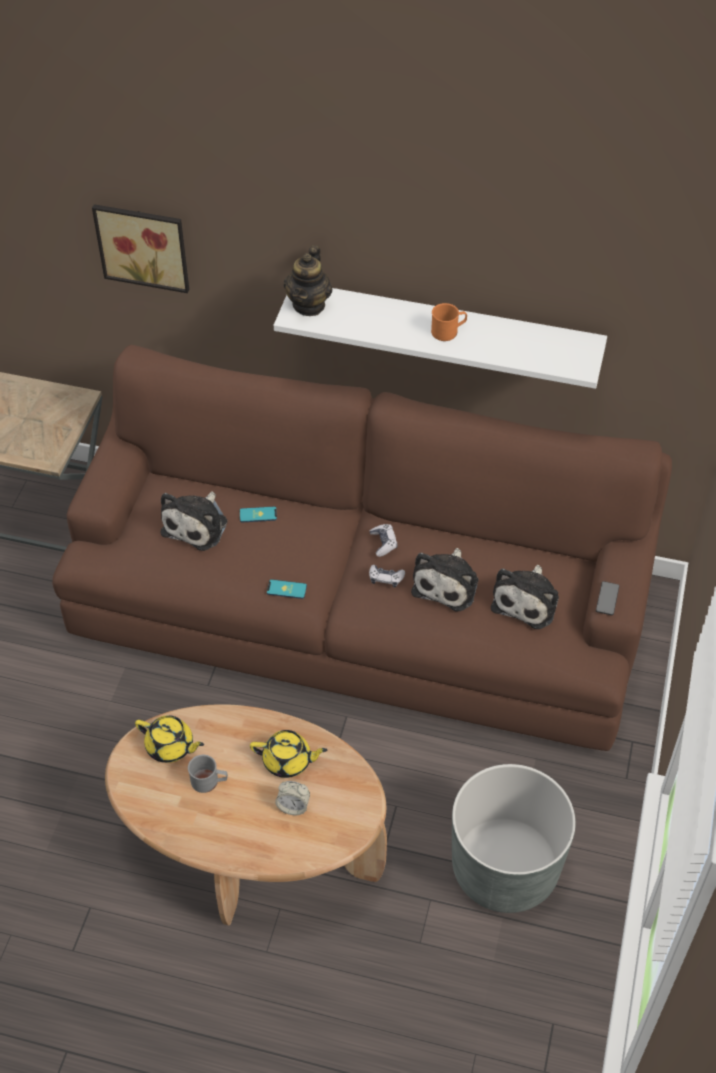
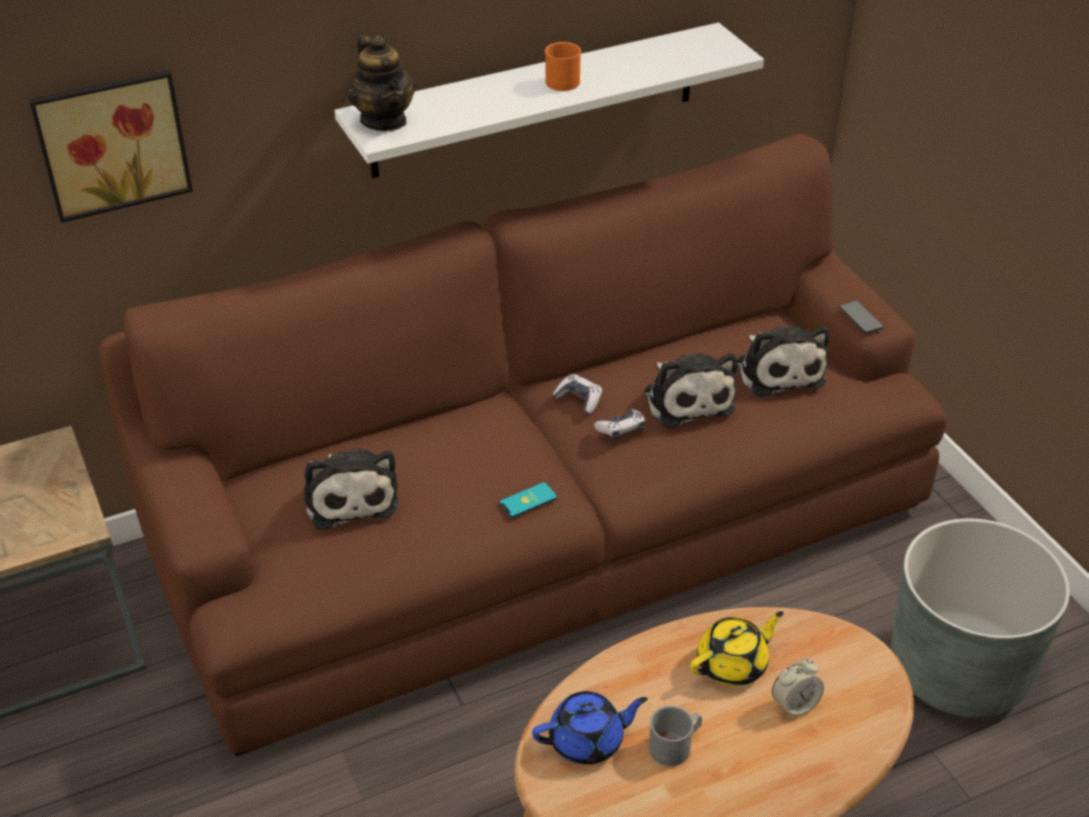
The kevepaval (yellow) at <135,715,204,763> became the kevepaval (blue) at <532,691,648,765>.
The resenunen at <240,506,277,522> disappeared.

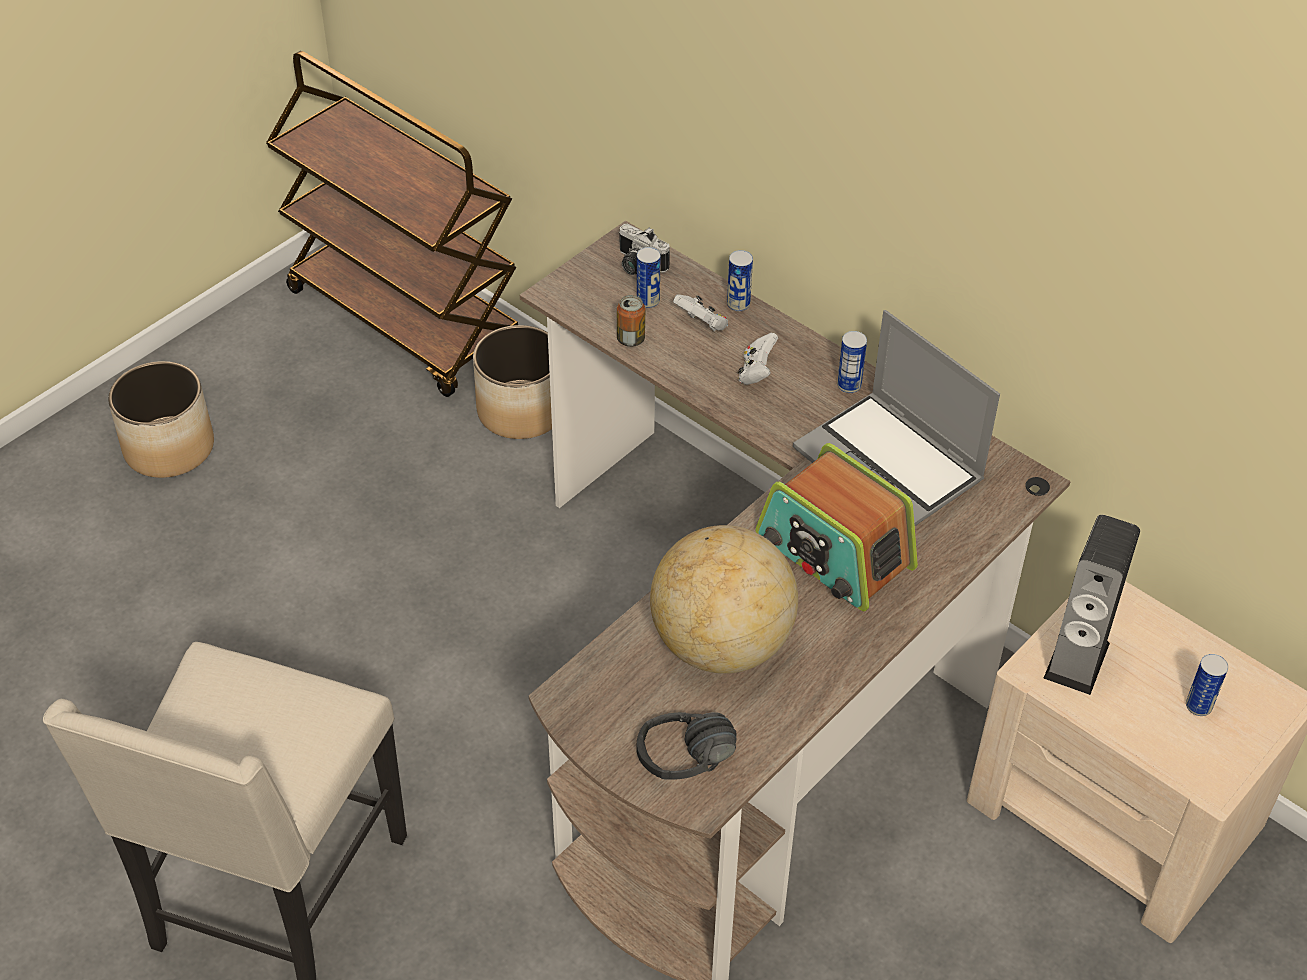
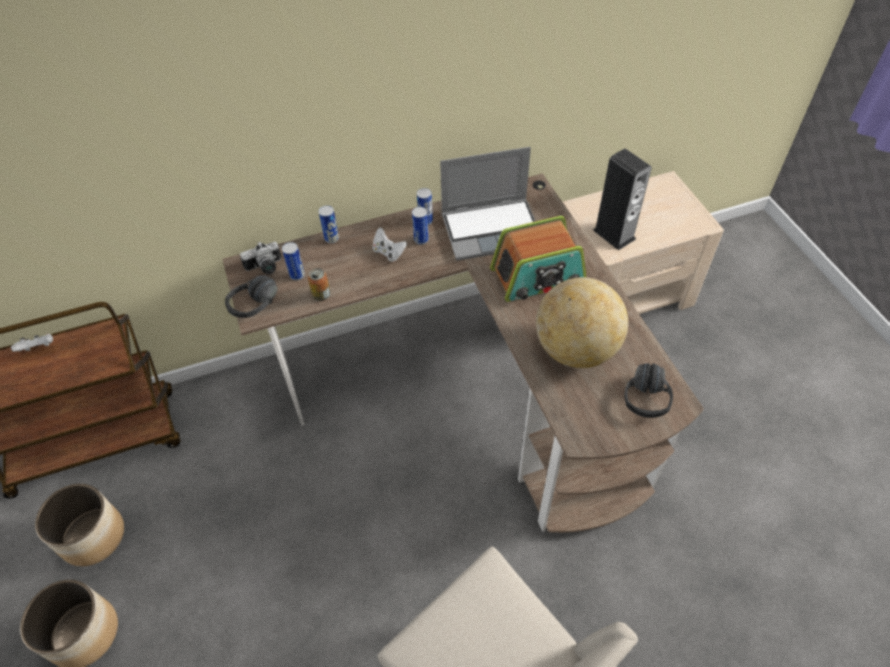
The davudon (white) moved from <673,294,728,331> to <11,334,53,352>.
The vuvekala moved from <473,325,552,439> to <35,484,124,566>.
The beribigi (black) at <225,275,278,318> appeared.
The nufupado moved from <1186,654,1228,716> to <412,207,429,245>.

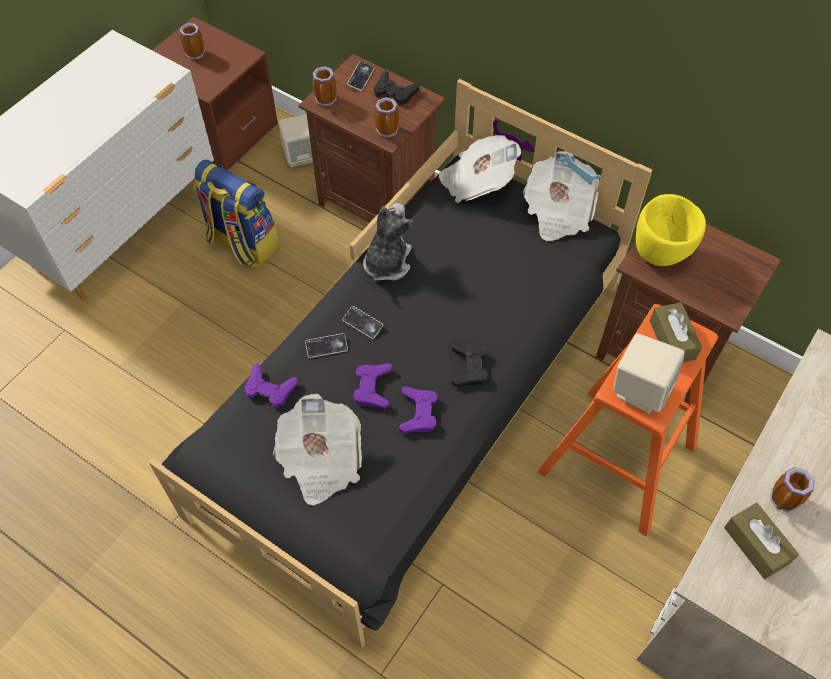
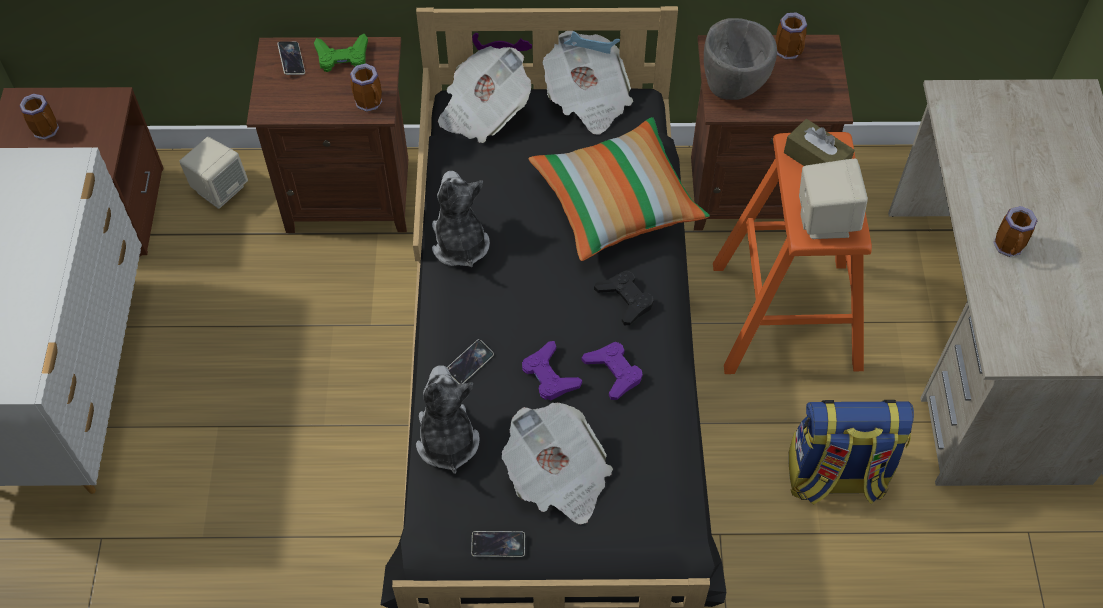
The davudon (black) at <374,70,420,106> became the davudon (green) at <314,34,368,72>.
The davudon (purple) at <244,363,298,408> was replaced by the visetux at <416,365,480,474>.
The resenunen moved from <342,306,383,339> to <471,531,525,557>.
The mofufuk at <529,117,710,261> appeared.
The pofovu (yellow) at <636,194,706,266> became the pofovu (grey) at <704,18,777,100>.
The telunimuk moved from <312,66,337,106> to <776,12,807,60>.
The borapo moved from <194,160,279,268> to <789,400,914,505>.
The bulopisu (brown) at <724,503,799,579> disappeared.

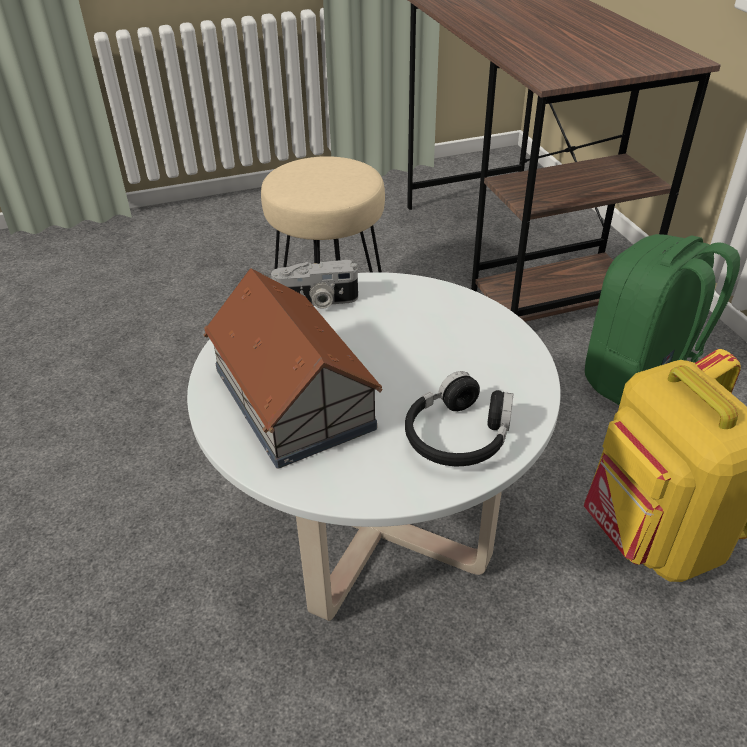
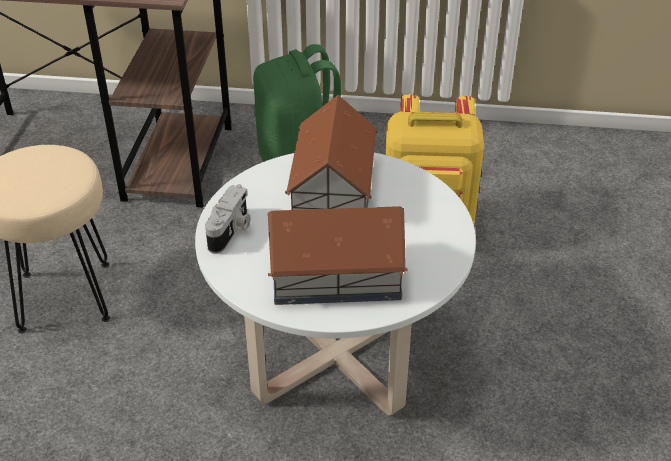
The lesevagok at <285,95,378,210> appeared.
The beribigi (black) at <405,371,513,466> disappeared.

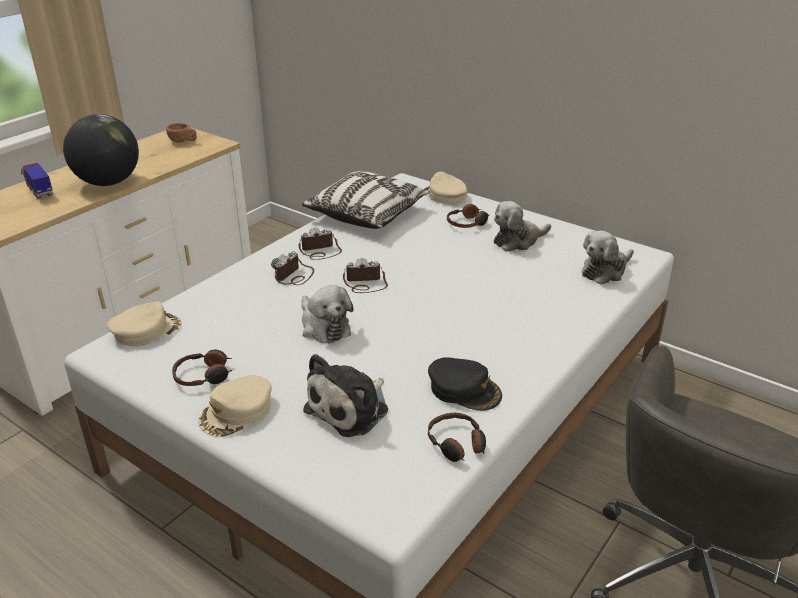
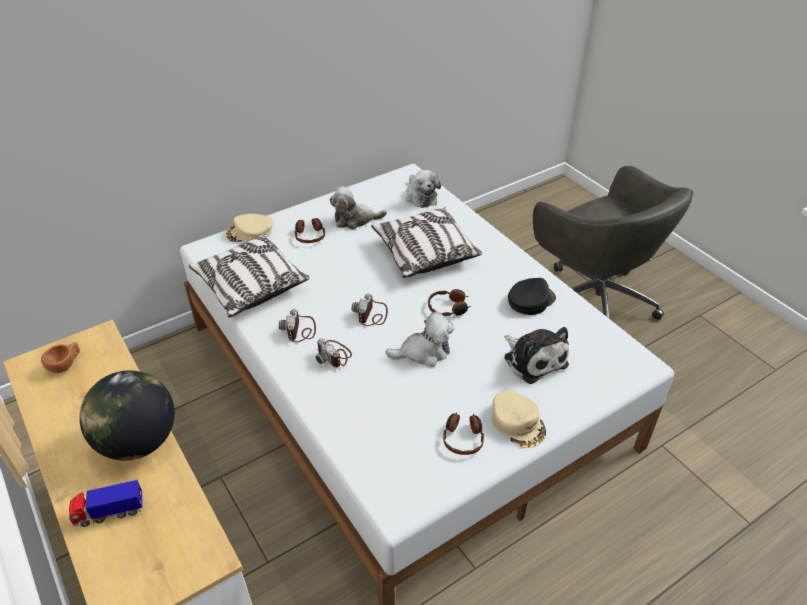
The visetux at <494,201,551,252> turned 90 degrees clockwise.
The mofufuk at <371,207,483,278> appeared.
The beribigi moved from <428,413,486,462> to <428,289,471,316>.
The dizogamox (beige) at <107,302,182,346> disappeared.

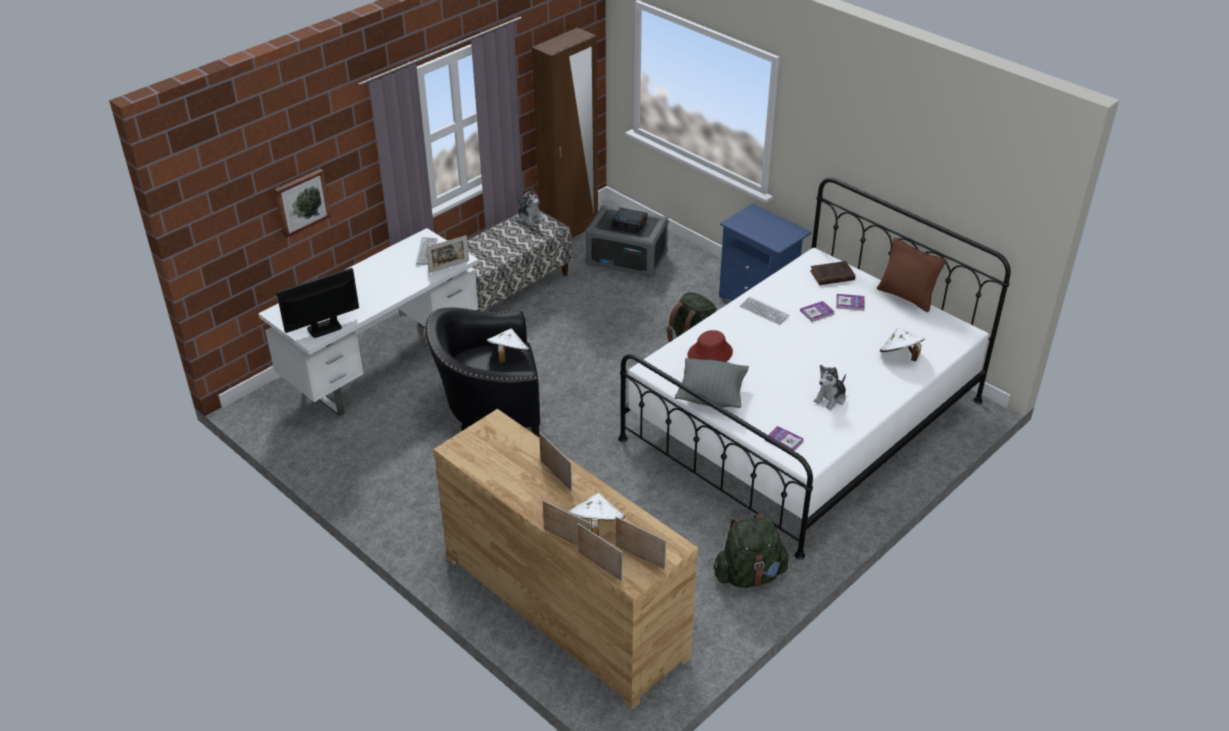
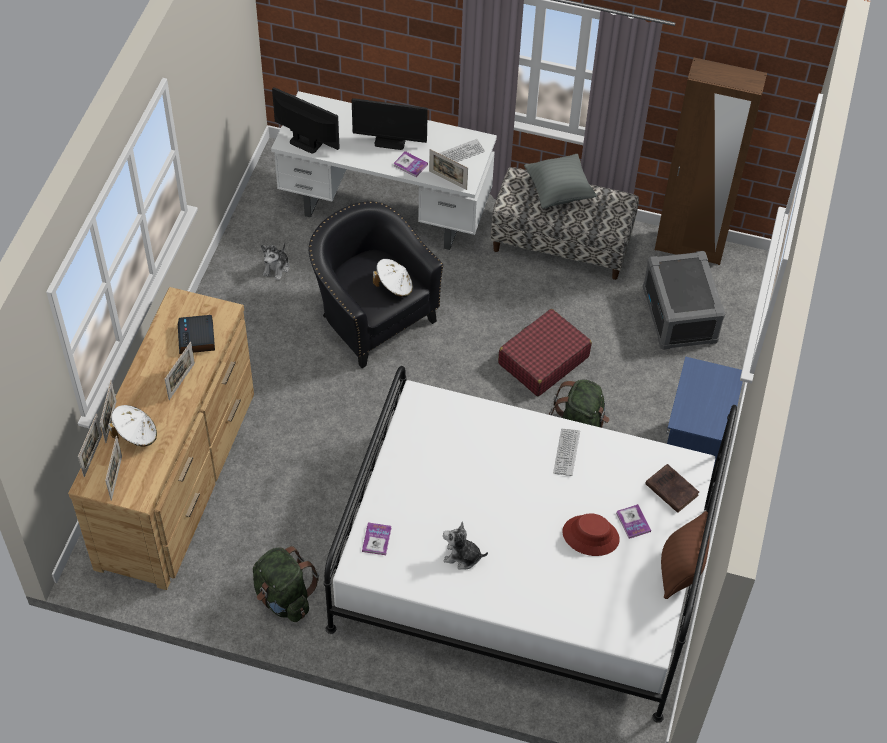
The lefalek moved from <611,207,647,234> to <178,315,215,354>.
The visetux moved from <518,187,544,226> to <261,243,290,280>.
The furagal at <352,98,428,150> appeared.
The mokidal moved from <800,301,835,322> to <393,151,428,177>.
The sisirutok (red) at <498,309,592,396> appeared.
The mofufuk (grey) moved from <675,358,749,408> to <524,154,597,209>.
The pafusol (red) moved from <688,330,733,362> to <562,513,620,556>.
The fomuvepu at <274,169,331,238> disappeared.
The pafusol (white) at <880,328,925,361> disappeared.

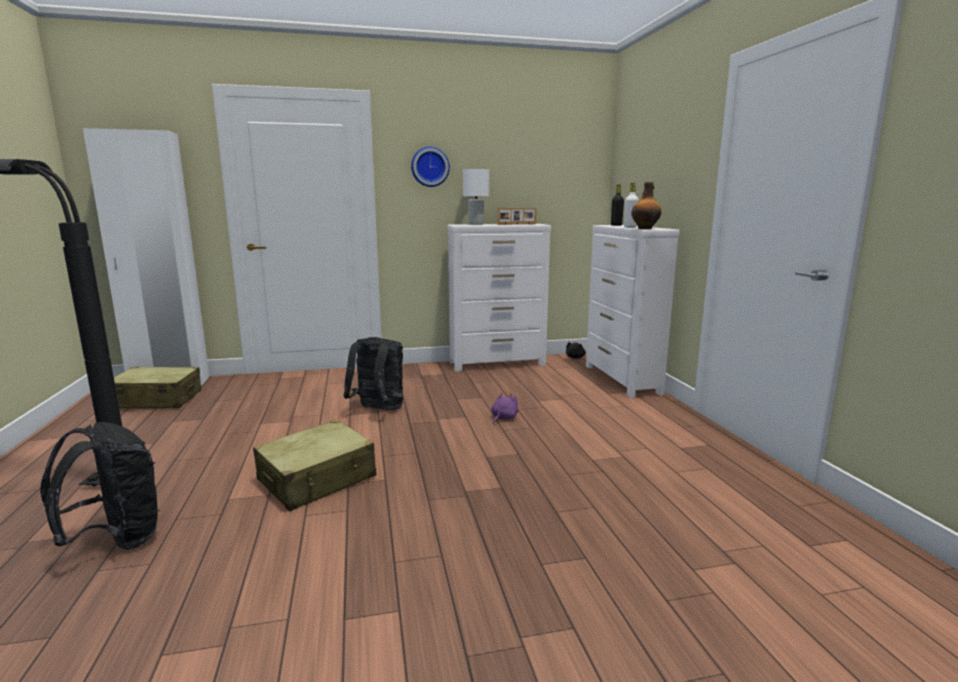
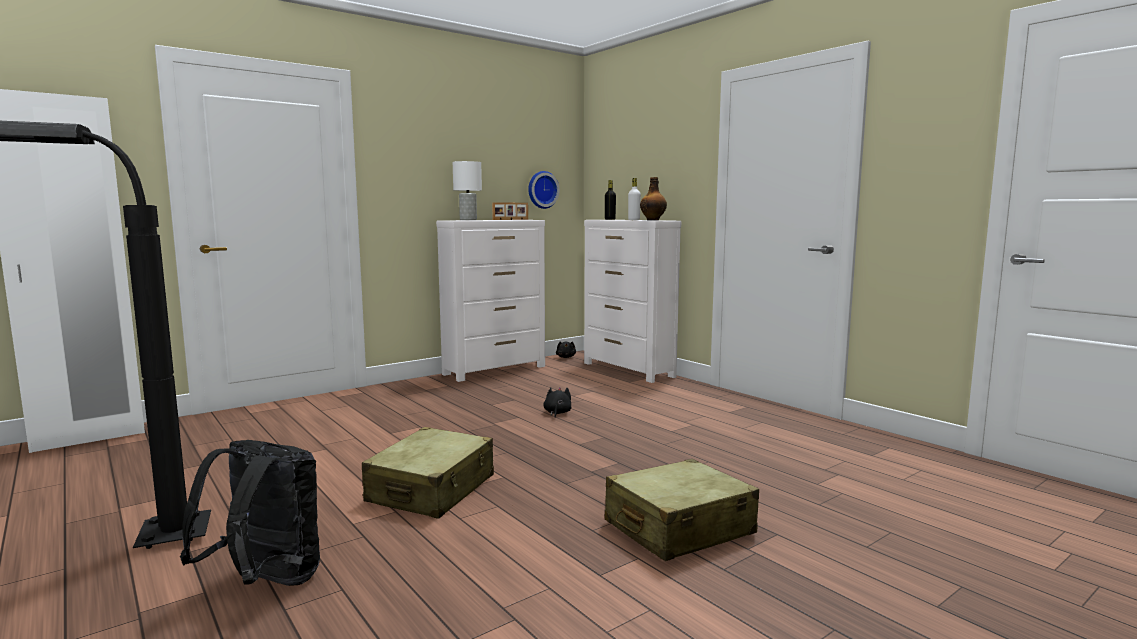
The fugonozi moved from <411,147,450,187> to <528,171,560,209>.
The visetux (purple) at <491,393,518,423> became the visetux (black) at <543,387,571,417>.
The sisirutok (beige) moved from <114,367,201,409> to <605,459,759,561>.
The borapo (black) at <343,337,403,410> disappeared.

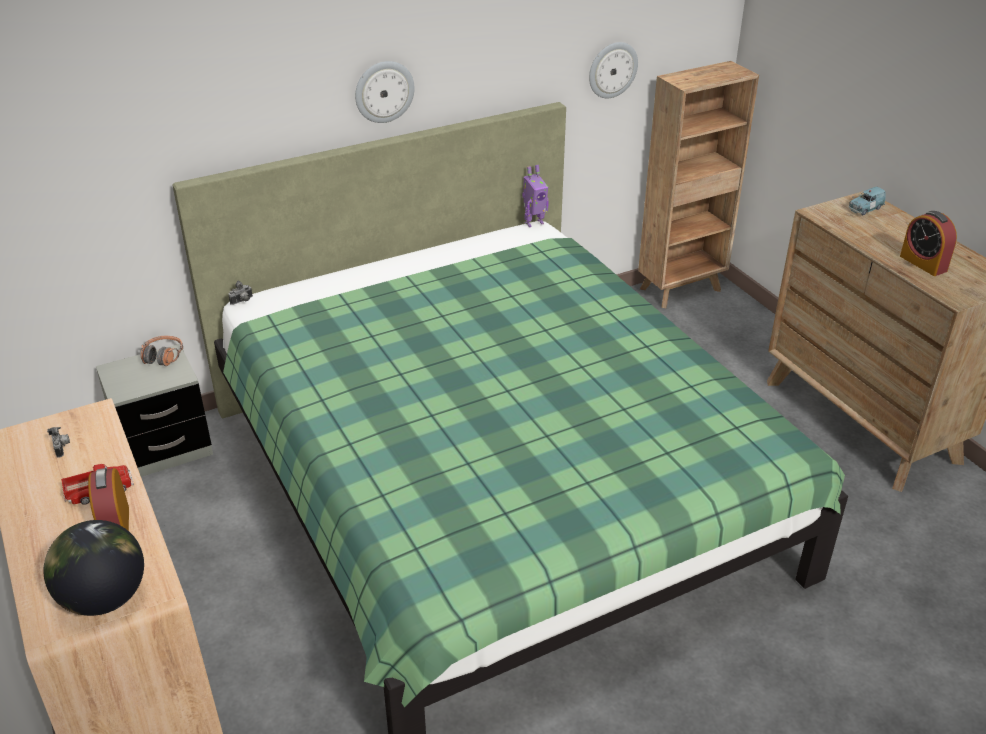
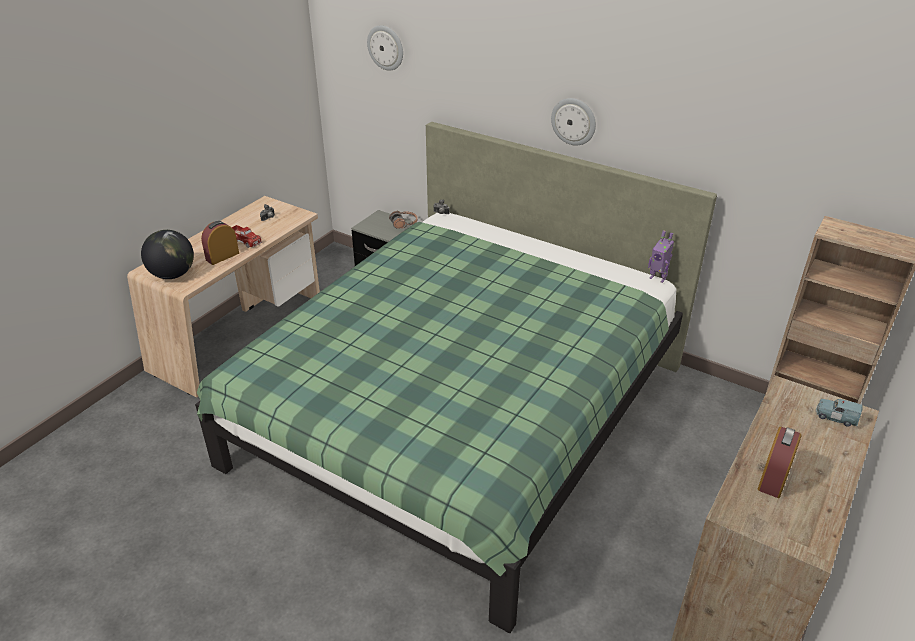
The fugonozi moved from <589,42,638,98> to <367,25,403,71>.

